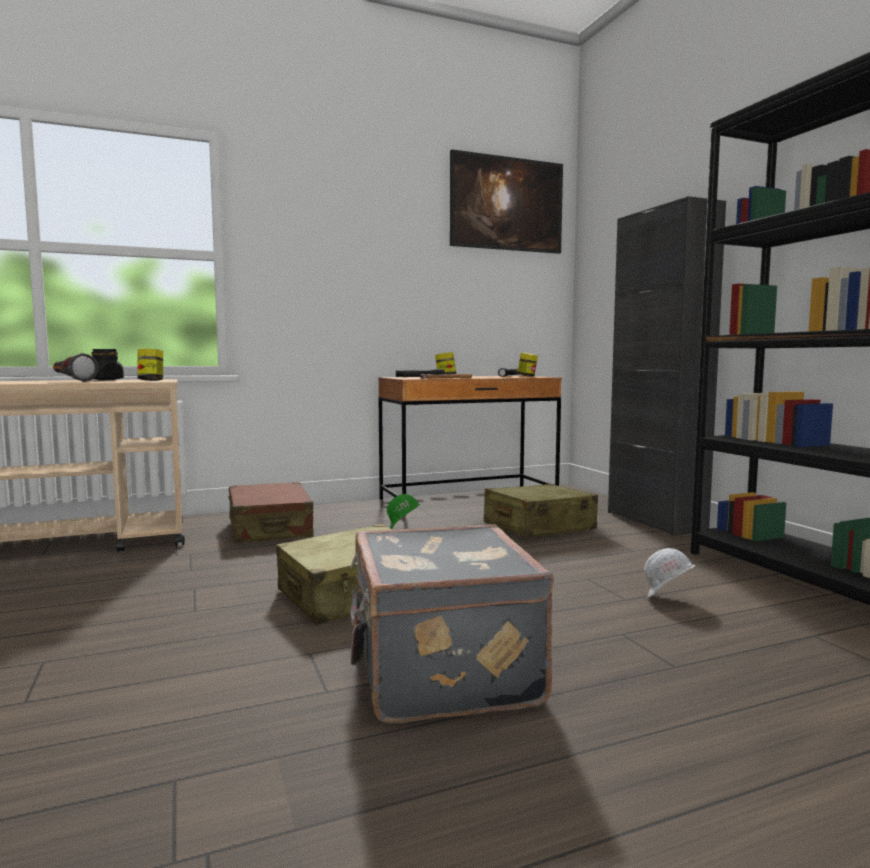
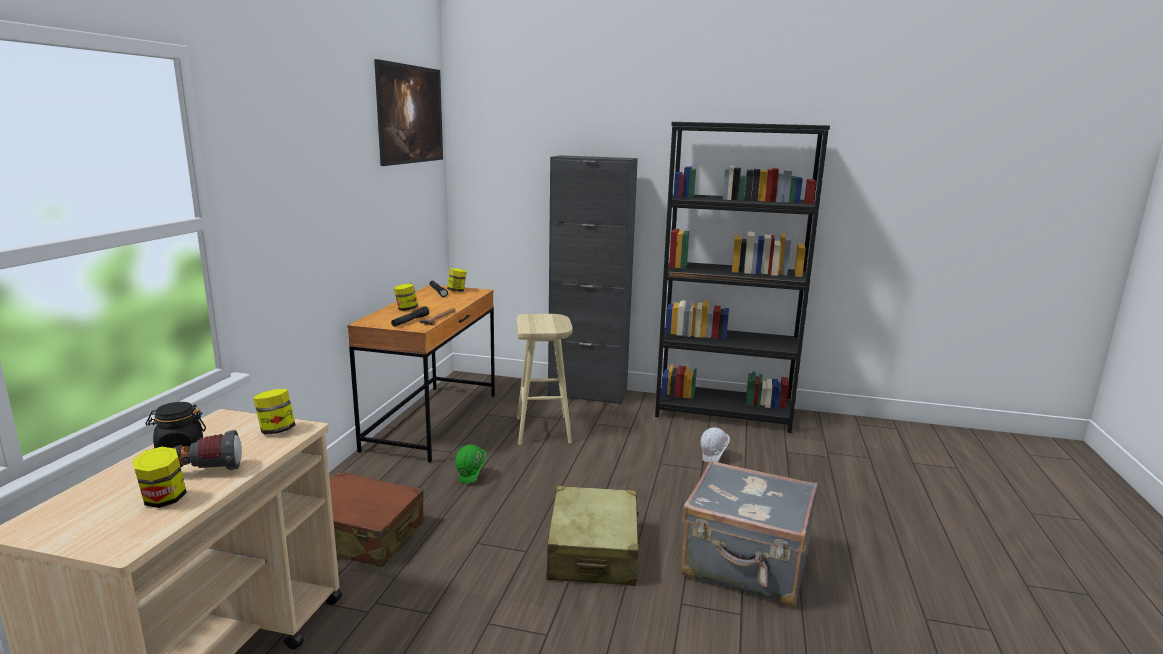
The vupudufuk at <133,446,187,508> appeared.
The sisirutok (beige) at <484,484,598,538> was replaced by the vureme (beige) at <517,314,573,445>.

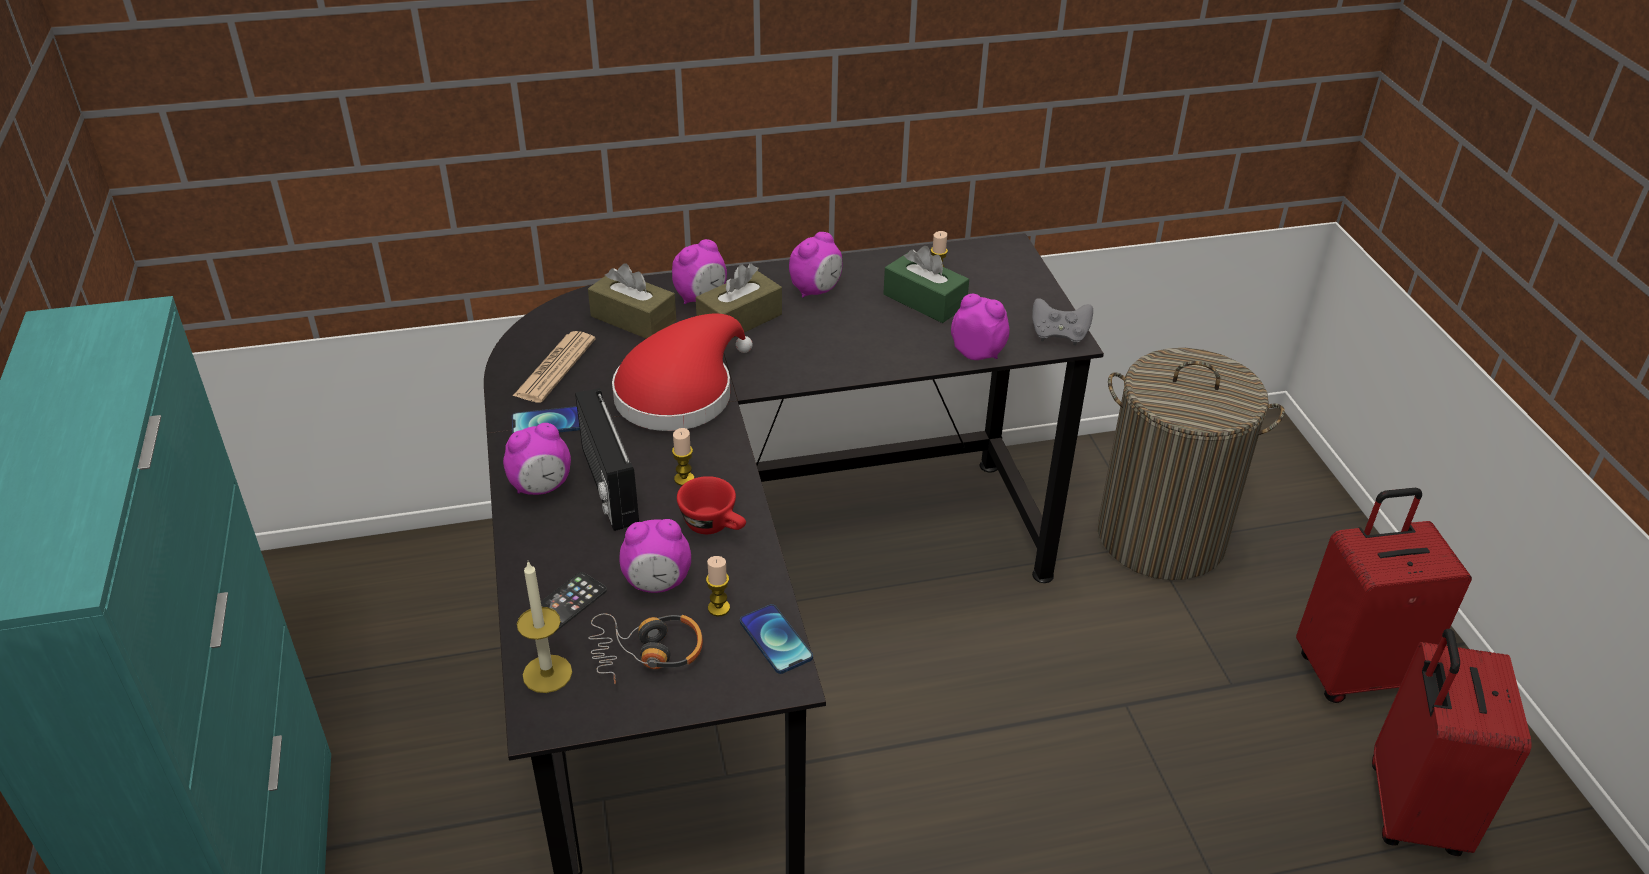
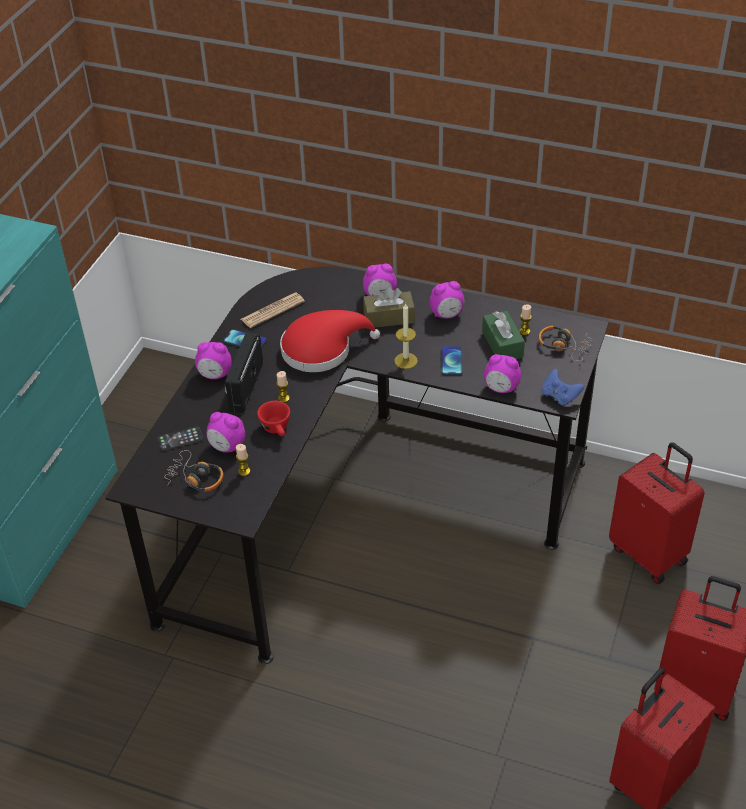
The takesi moved from <517,562,572,693> to <394,303,418,369>.
The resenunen moved from <740,604,813,674> to <441,346,462,375>.
The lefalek at <951,294,1010,360> turned 135 degrees clockwise.
The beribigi at <538,326,592,361> appeared.
The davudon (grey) at <1032,298,1093,345> became the davudon (blue) at <542,369,584,407>.
The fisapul at <1098,348,1285,580> was replaced by the sisirutok (red) at <609,442,705,584>.
The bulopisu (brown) at <588,264,676,339> disappeared.

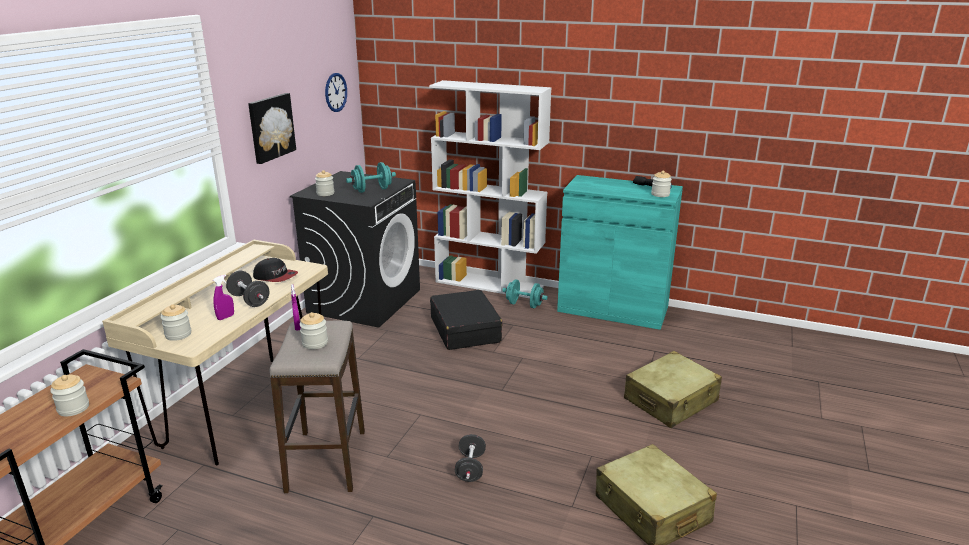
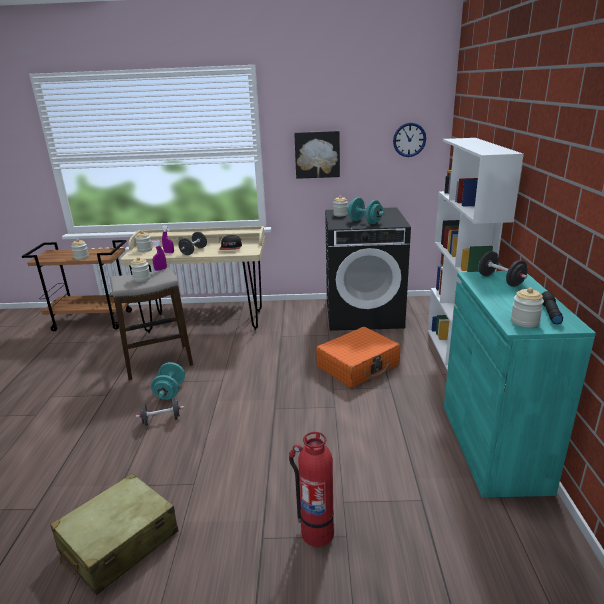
The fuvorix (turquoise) moved from <502,279,548,308> to <151,362,185,400>.
The sisirutok (beige) at <624,351,722,428> was replaced by the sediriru at <289,432,334,547>.
The sisirutok (black) at <430,290,503,350> became the sisirutok (orange) at <316,327,400,388>.
The fuvorix (black) at <478,251,528,287> appeared.

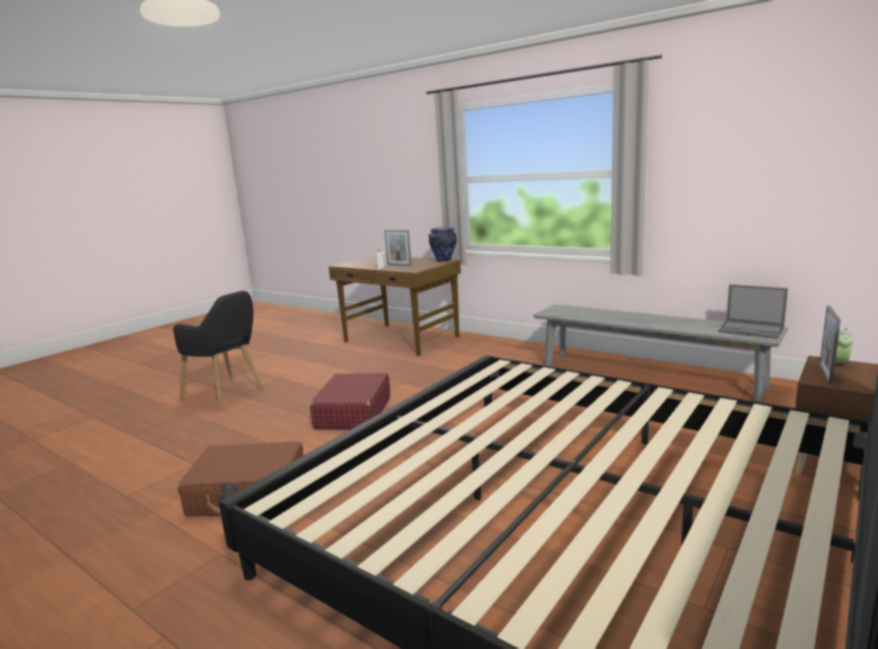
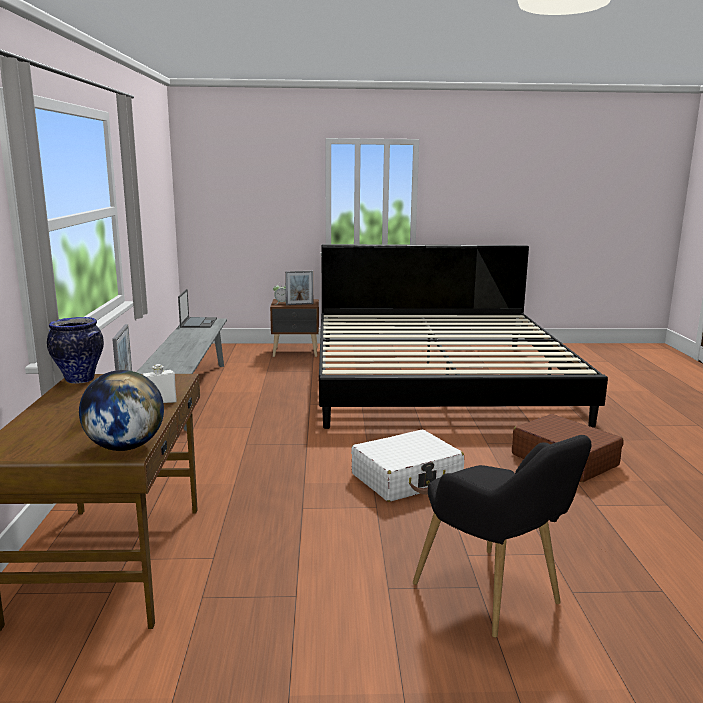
The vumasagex at <79,370,164,451> appeared.
The sisirutok (red) at <310,373,390,429> became the sisirutok (white) at <351,430,464,502>.
The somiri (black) at <173,291,264,409> turned 150 degrees clockwise.

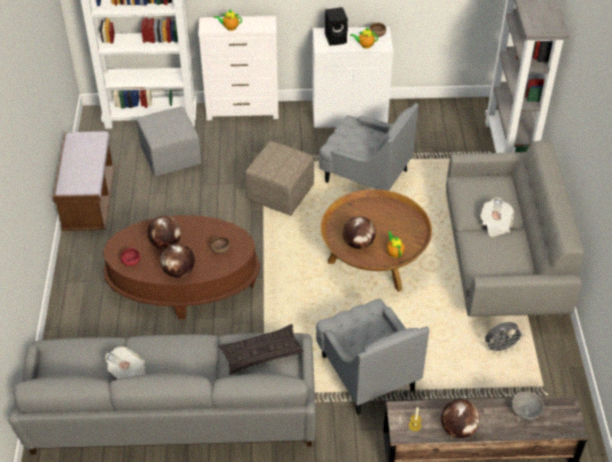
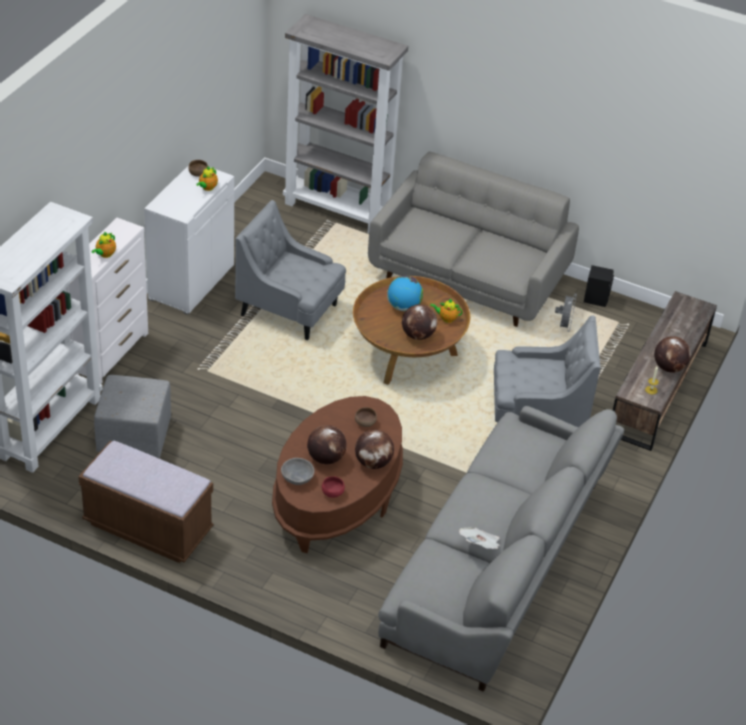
The somiri (grey) at <319,103,419,191> turned 120 degrees counterclockwise.
The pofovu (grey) moved from <512,392,544,420> to <281,458,314,485>.
The vumasagex at <387,276,423,311> appeared.
The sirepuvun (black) moved from <325,7,348,45> to <584,265,614,307>.
The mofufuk at <218,324,303,375> disappeared.
The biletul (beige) at <245,141,314,216> disappeared.
The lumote at <480,198,514,237> disappeared.

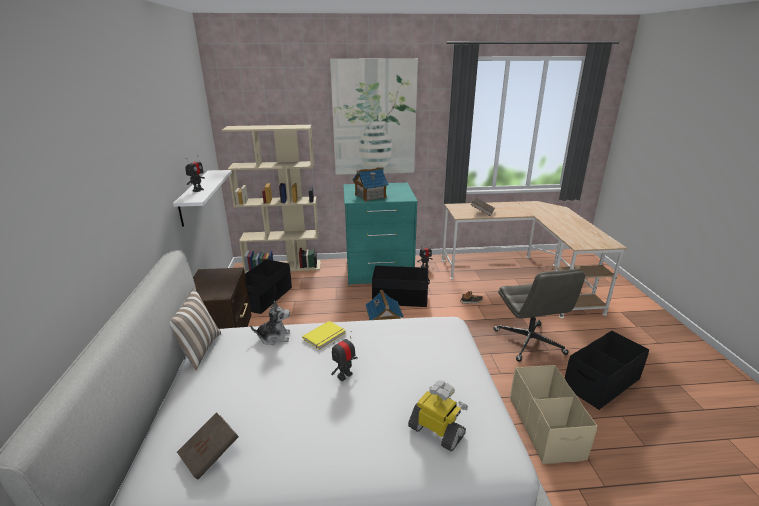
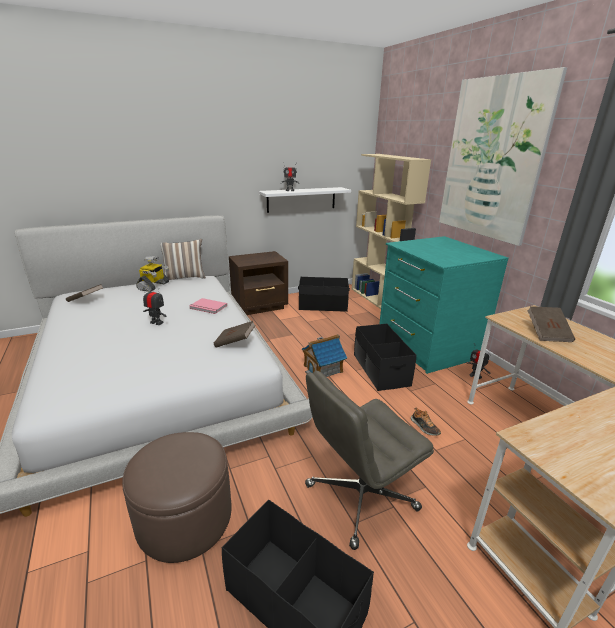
The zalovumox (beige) at <510,365,597,464> was replaced by the biletul (brown) at <122,432,232,563>.
The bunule moved from <408,380,468,452> to <136,256,169,292>.
The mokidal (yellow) at <302,321,346,350> became the mokidal (pink) at <189,298,227,314>.
The mokidal (brown) at <214,321,256,348> appeared.
The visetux at <250,300,290,345> disappeared.
The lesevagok at <353,167,388,202> disappeared.

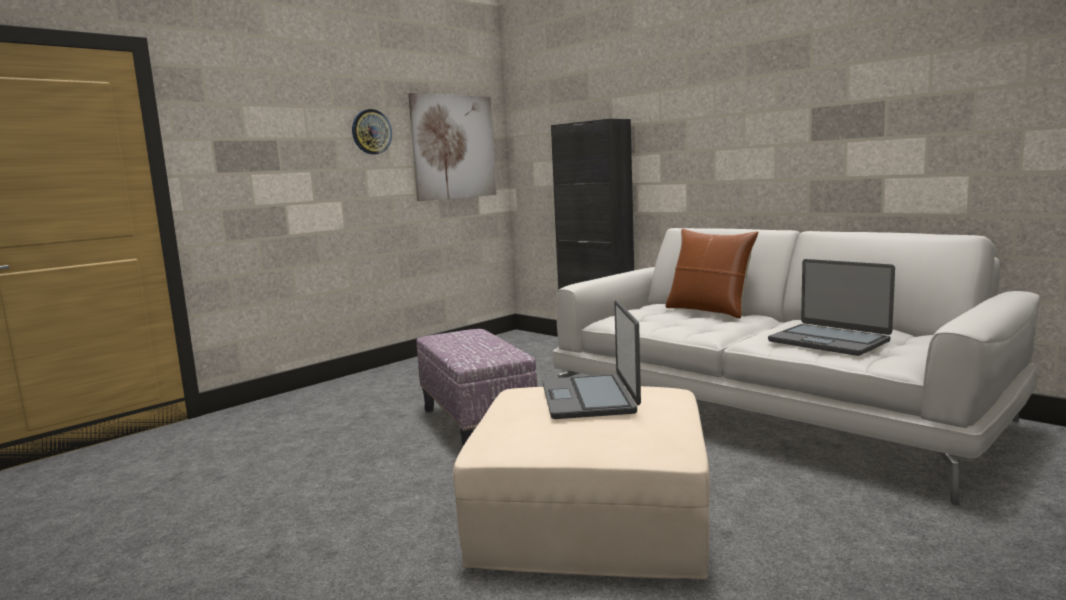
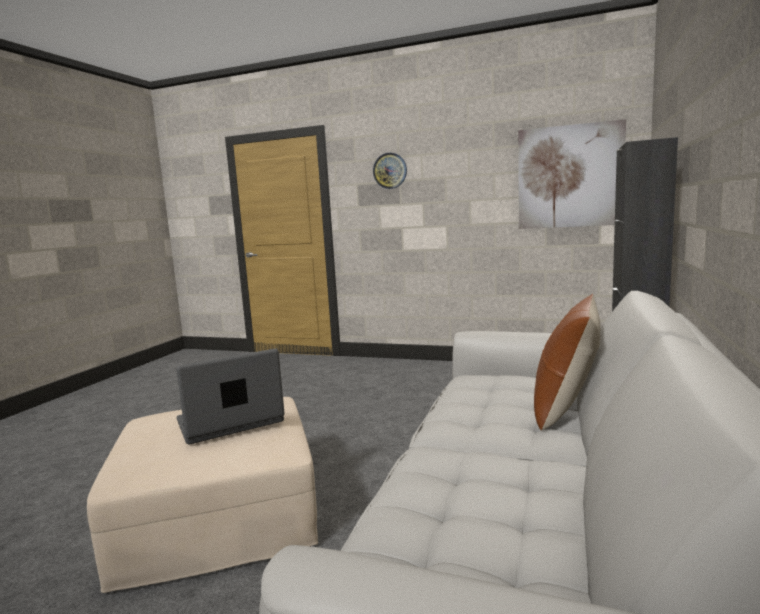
The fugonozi moved from <352,109,392,155> to <373,153,407,189>.
The biletul at <416,329,537,446> disappeared.
The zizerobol at <768,259,895,356> disappeared.

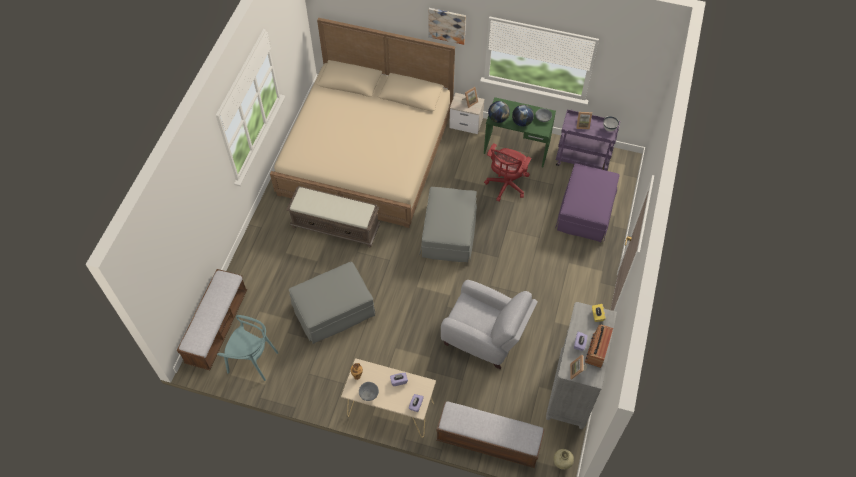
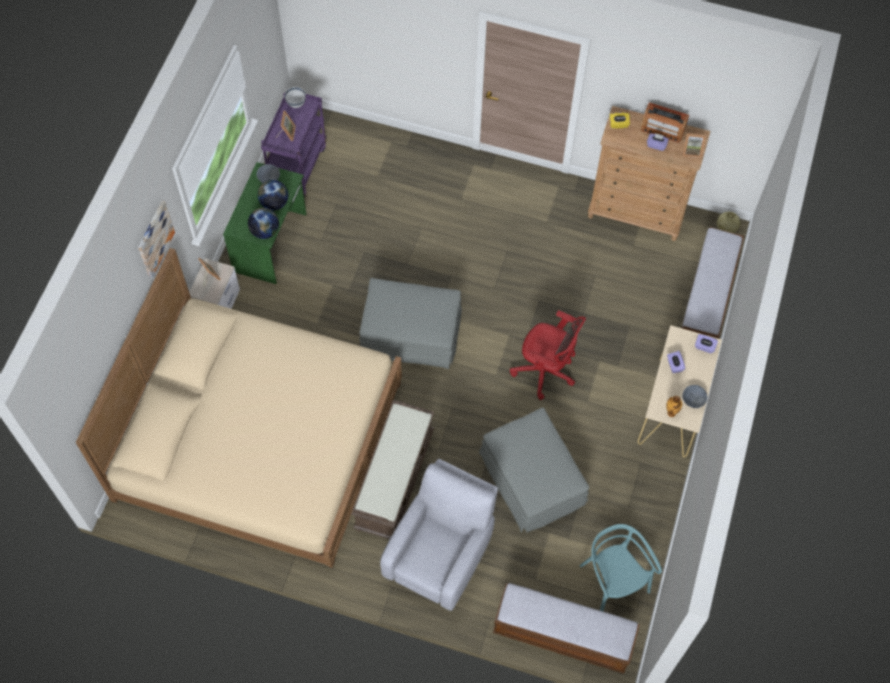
The somiri (grey) moved from <441,280,538,369> to <380,459,498,611>.
The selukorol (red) moved from <484,143,532,201> to <510,310,586,400>.
The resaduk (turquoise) at <217,315,278,381> turned 45 degrees counterclockwise.
The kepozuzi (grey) at <546,302,617,429> became the kepozuzi (brown) at <588,106,710,241>.
The biletul (purple) at <555,163,619,242> disappeared.

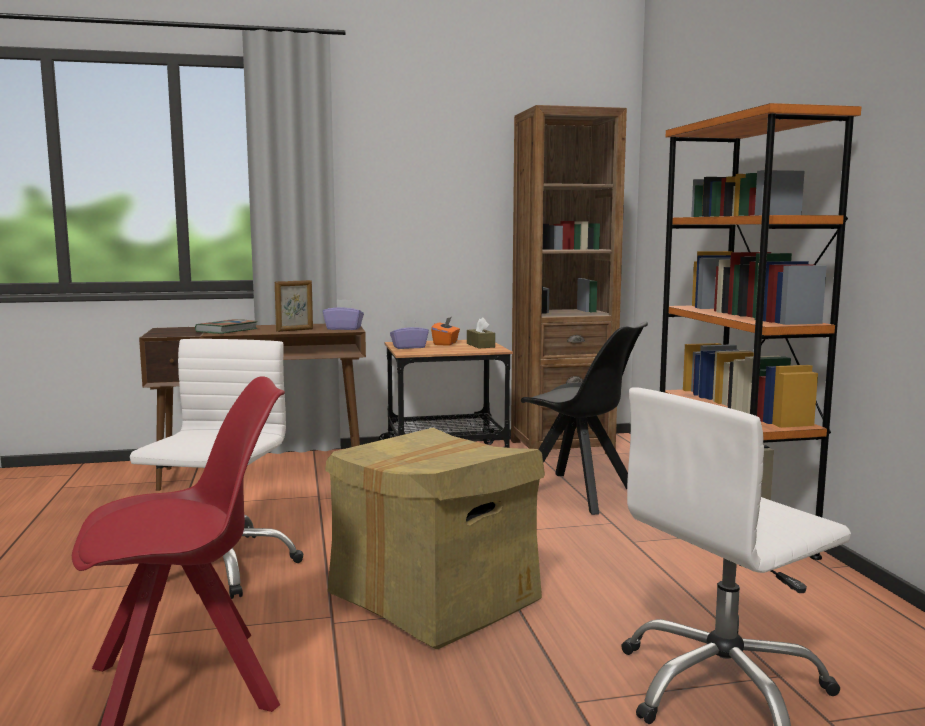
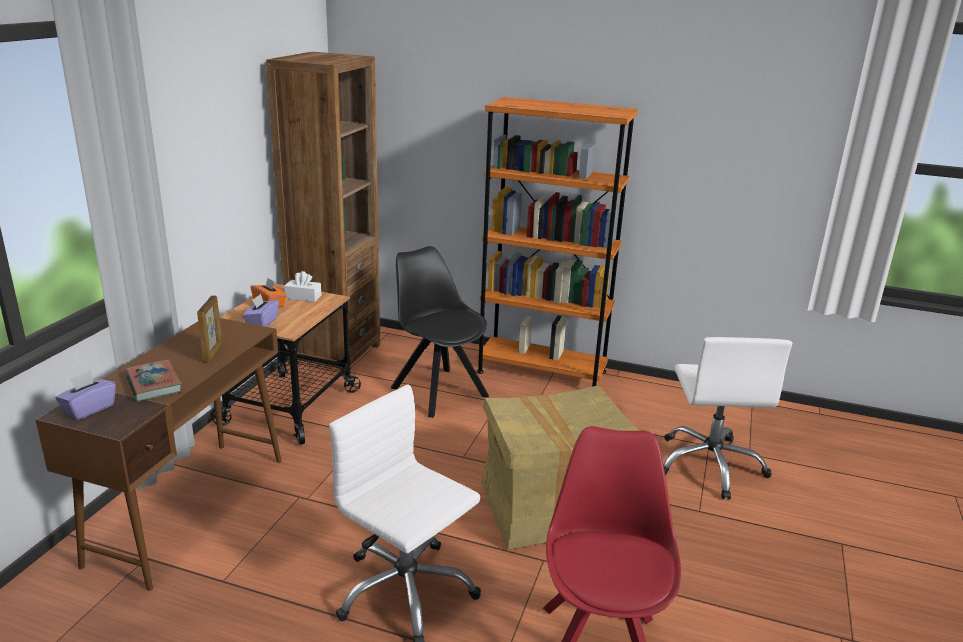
The bulopisu (purple) moved from <323,300,364,330> to <56,371,116,420>.
The bulopisu (brown) at <467,317,495,348> became the bulopisu (white) at <284,271,321,302>.
The resaduk (black) at <521,321,648,515> turned 105 degrees counterclockwise.

